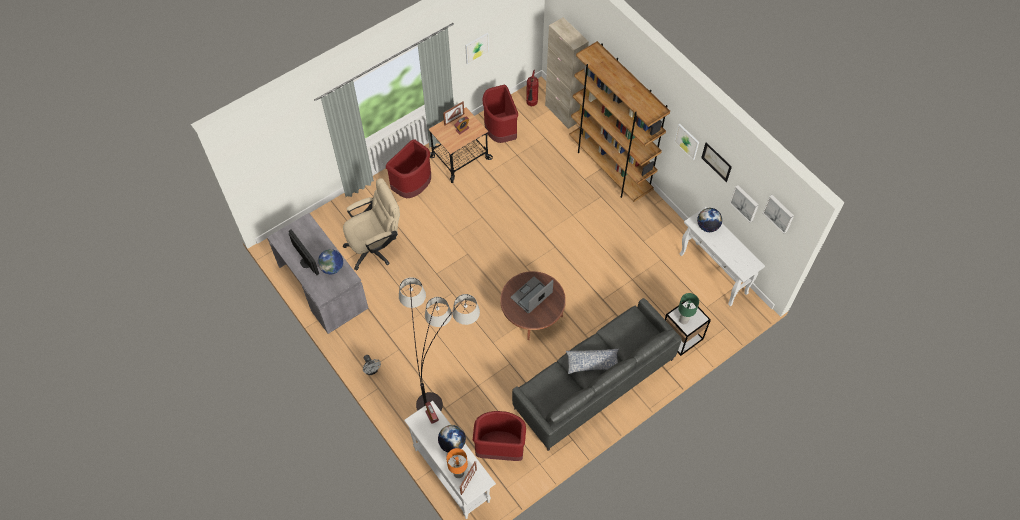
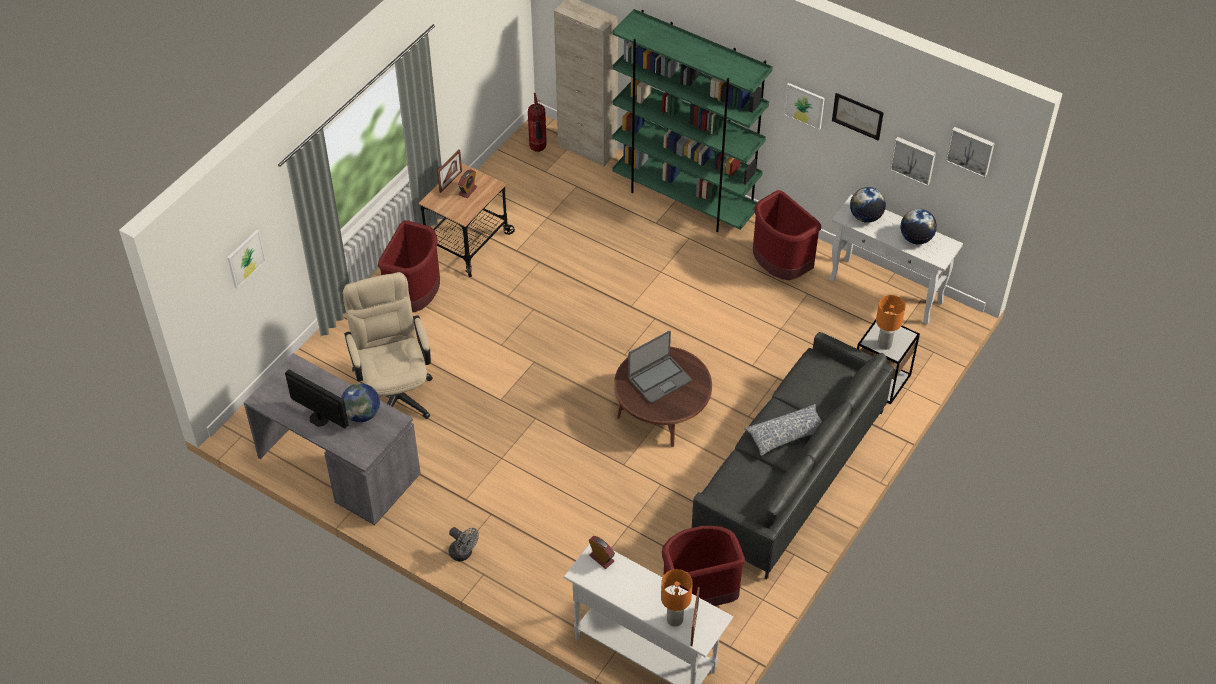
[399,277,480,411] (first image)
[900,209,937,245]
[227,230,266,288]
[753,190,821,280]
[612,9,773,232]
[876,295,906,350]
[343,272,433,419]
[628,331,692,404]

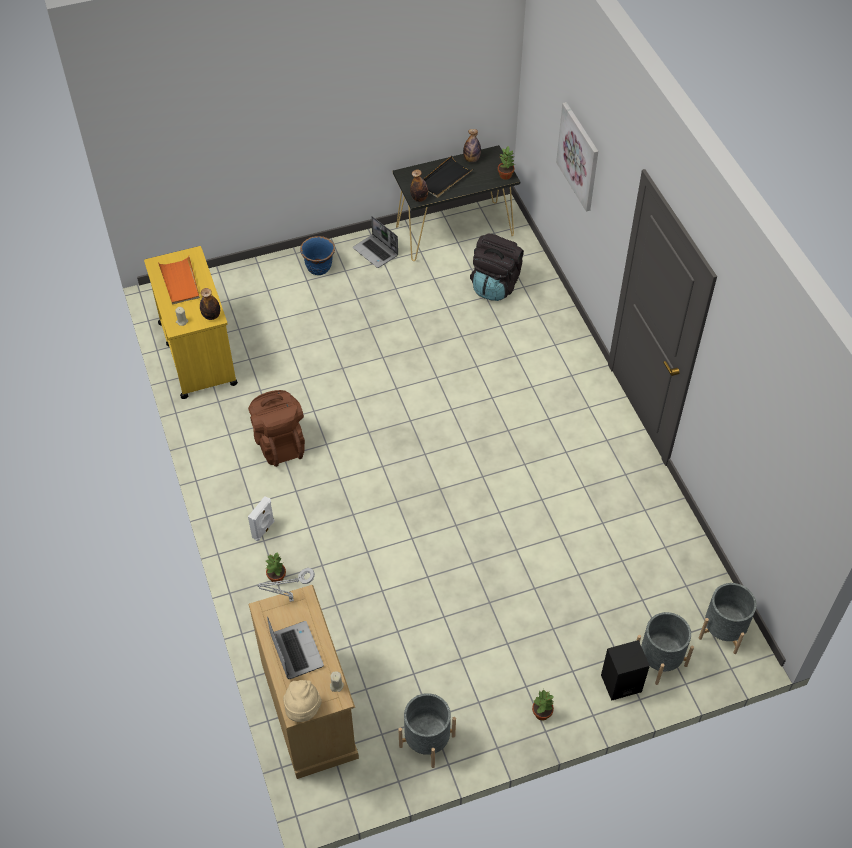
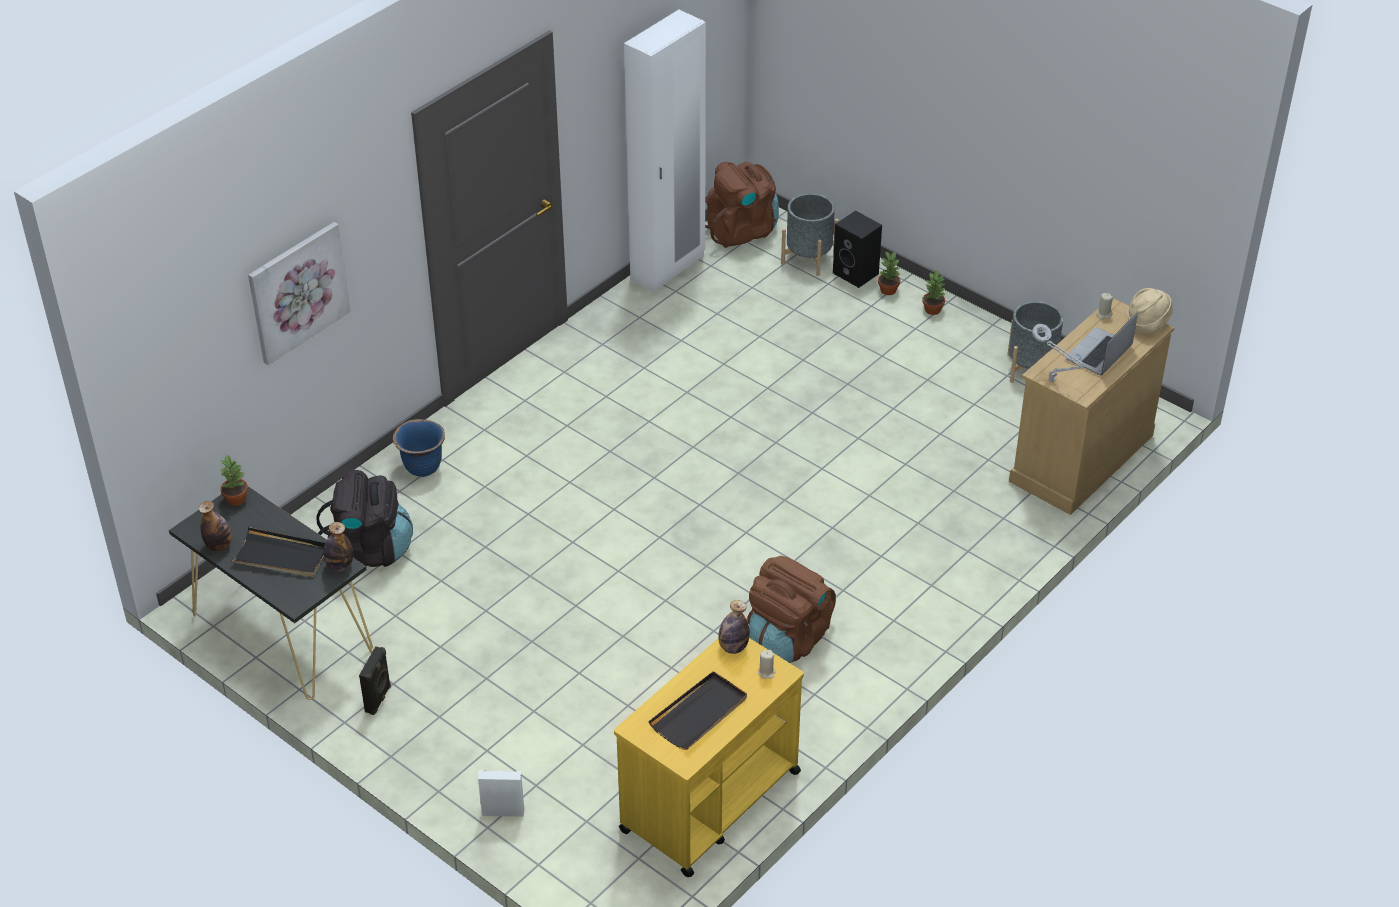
[624,10,706,292]
[478,770,525,817]
[878,251,901,295]
[393,419,445,477]
[359,646,391,715]
[705,162,779,248]
[648,671,747,750]

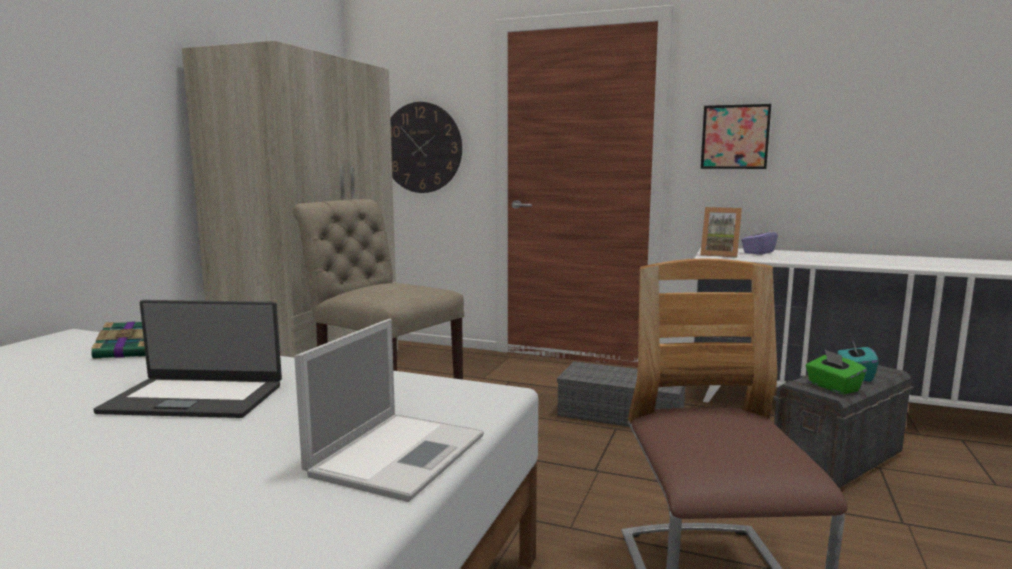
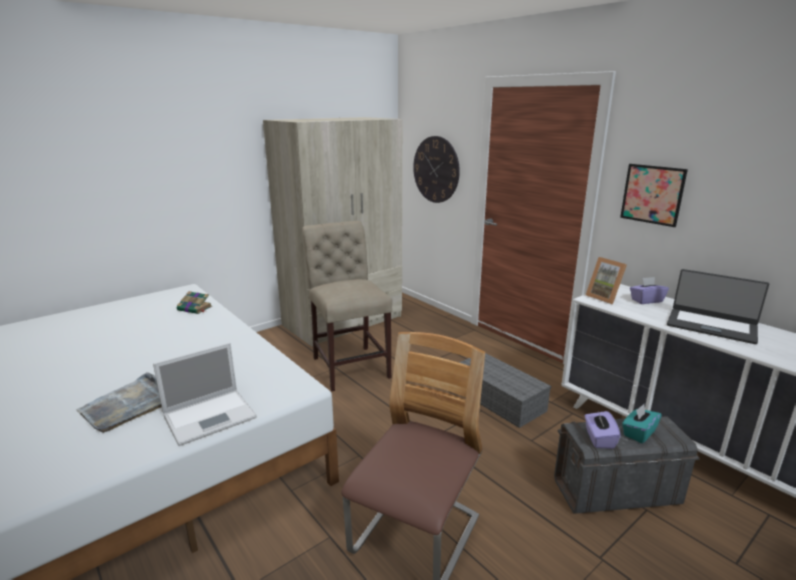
[76,372,162,433]
[667,269,769,344]
[585,411,621,449]

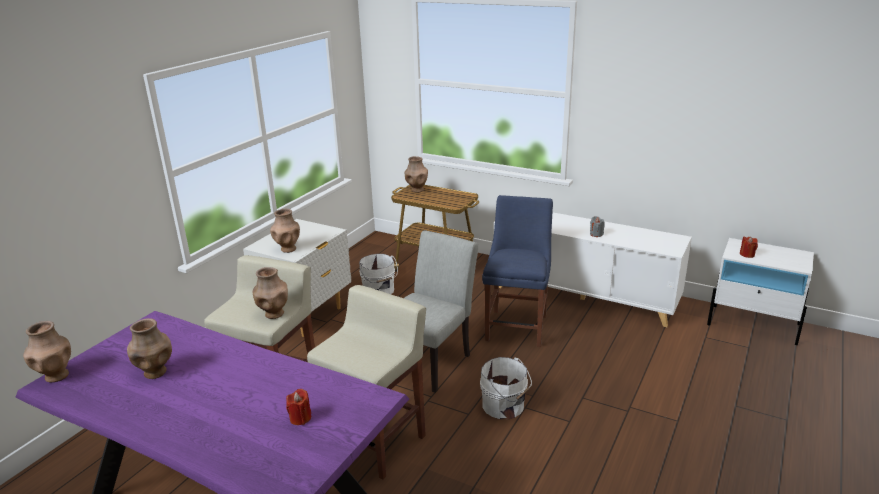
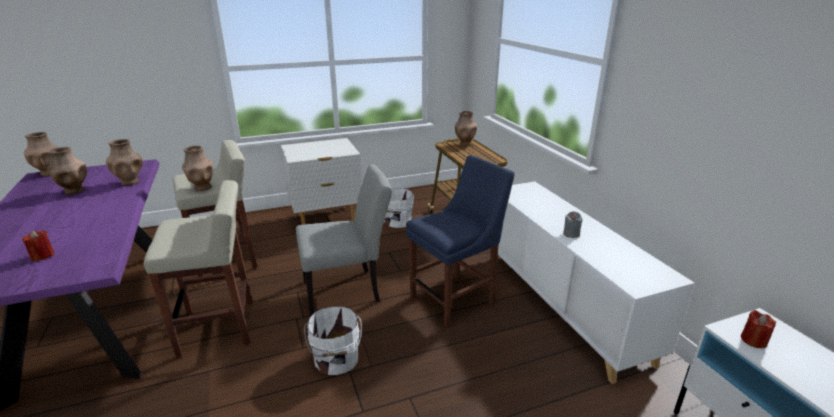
[106,139,143,186]

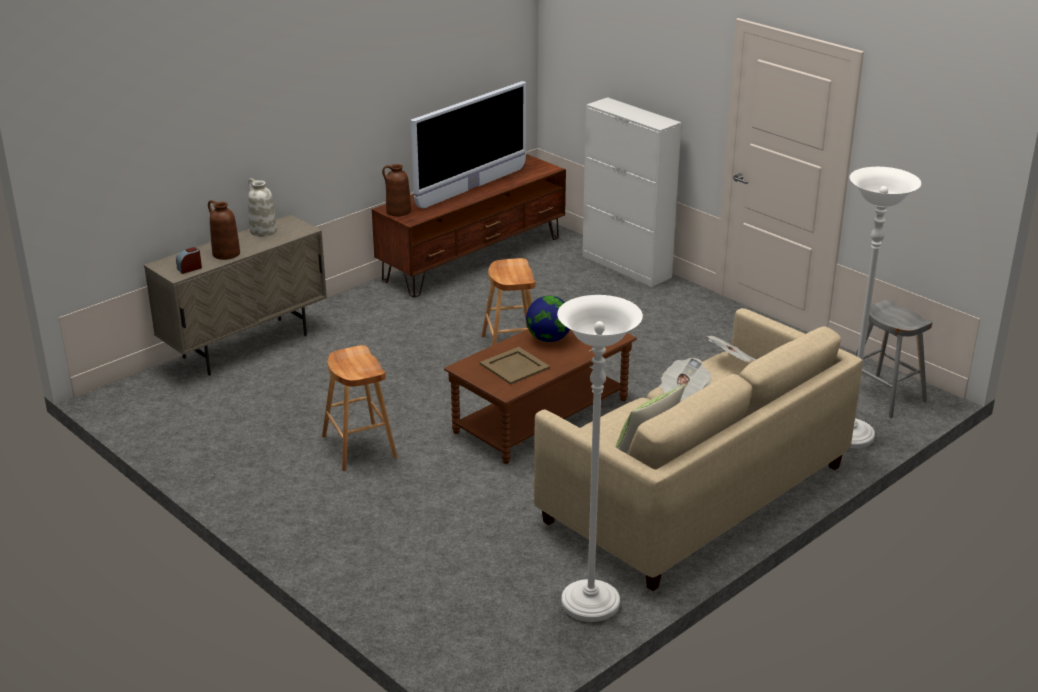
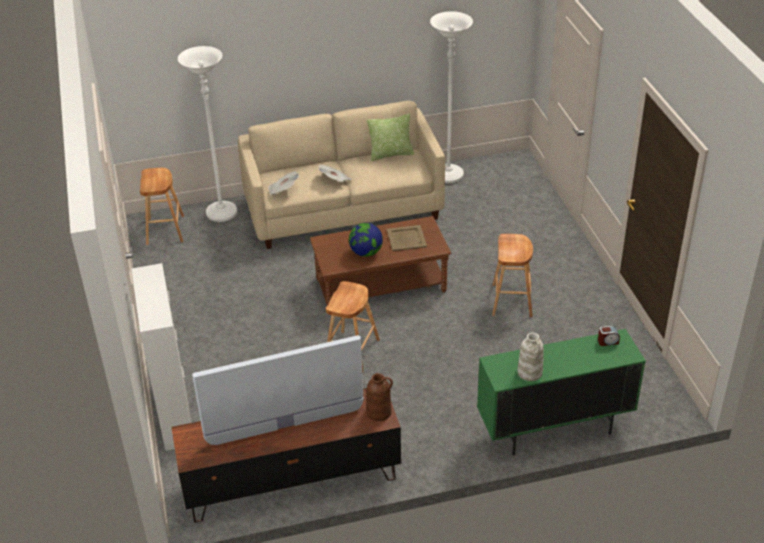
[208,200,240,260] (first image)
[477,329,646,456]
[140,168,184,245]

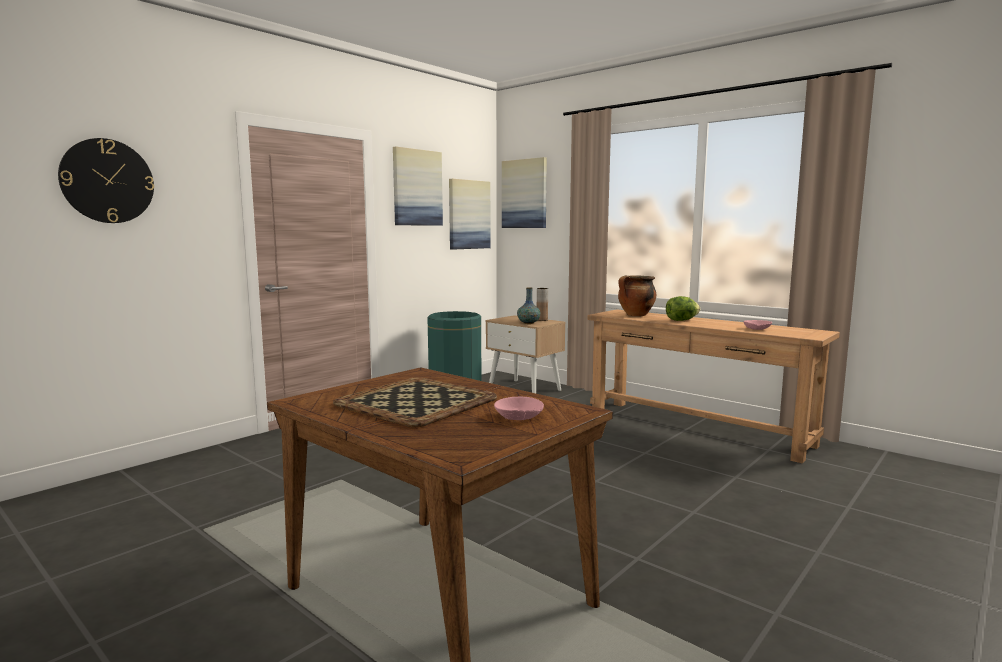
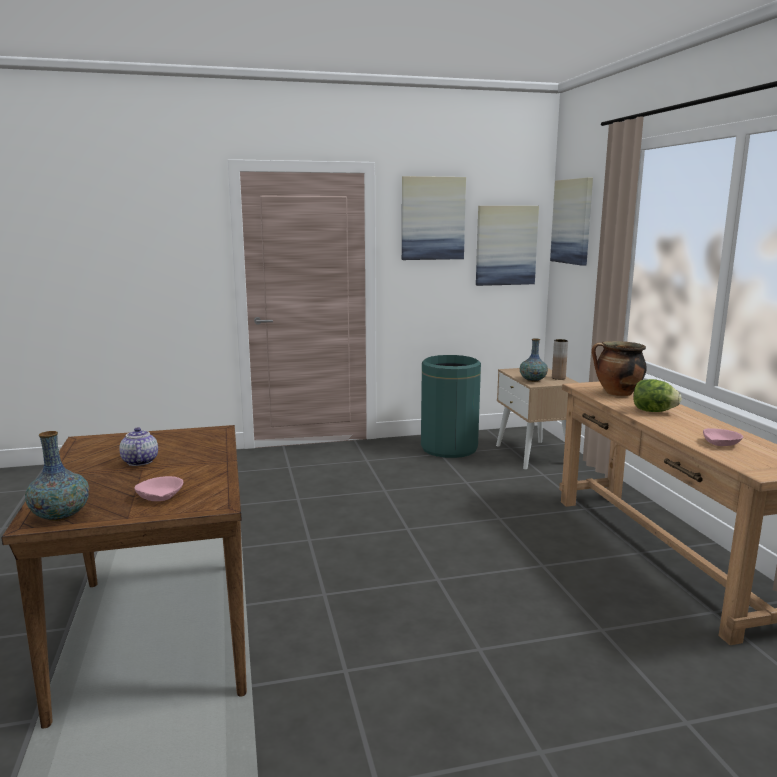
[58,138,154,223] (first image)
[25,431,89,521]
[119,427,158,466]

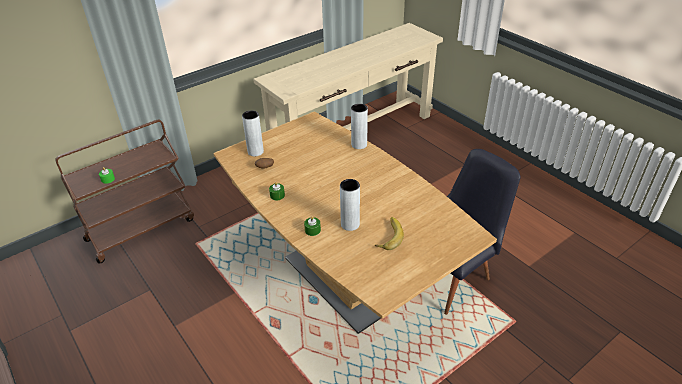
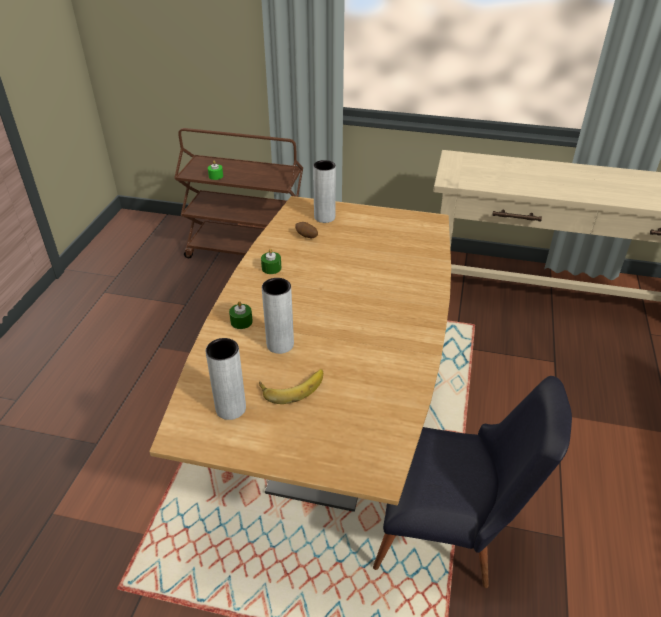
[206,338,246,420]

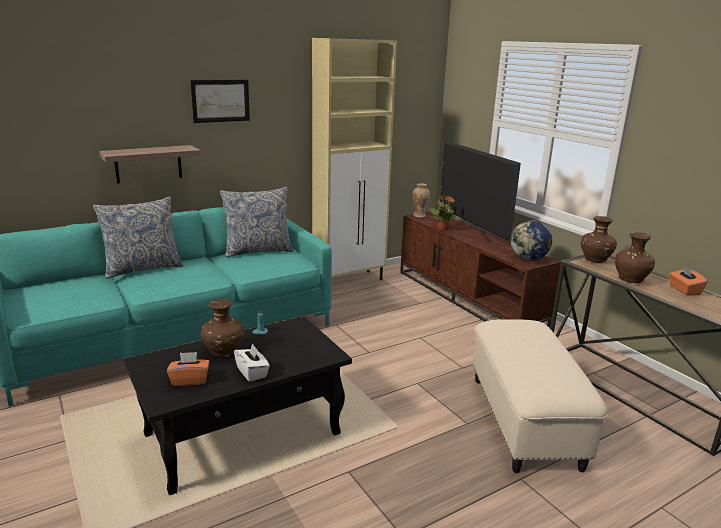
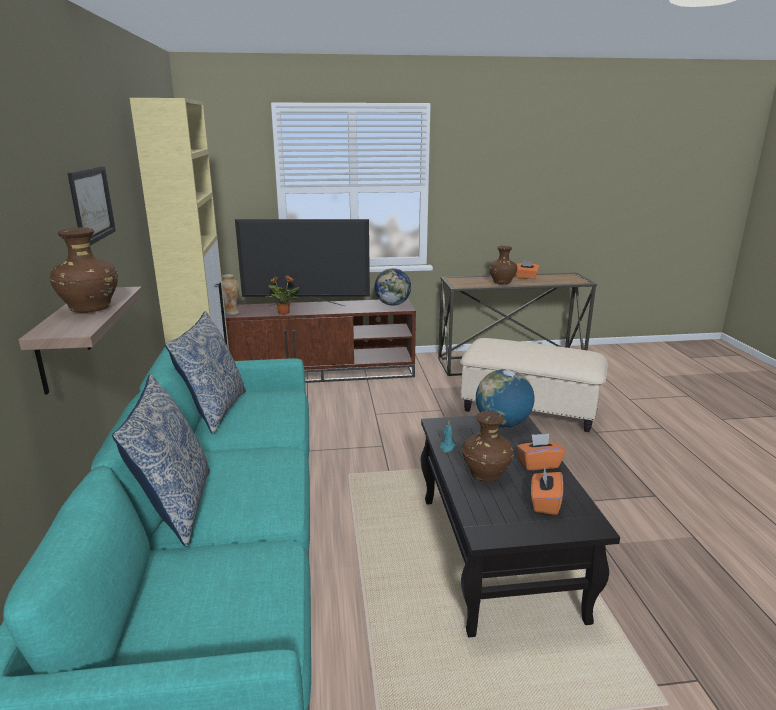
[476,369,535,427]
[50,228,118,313]
[517,434,565,470]

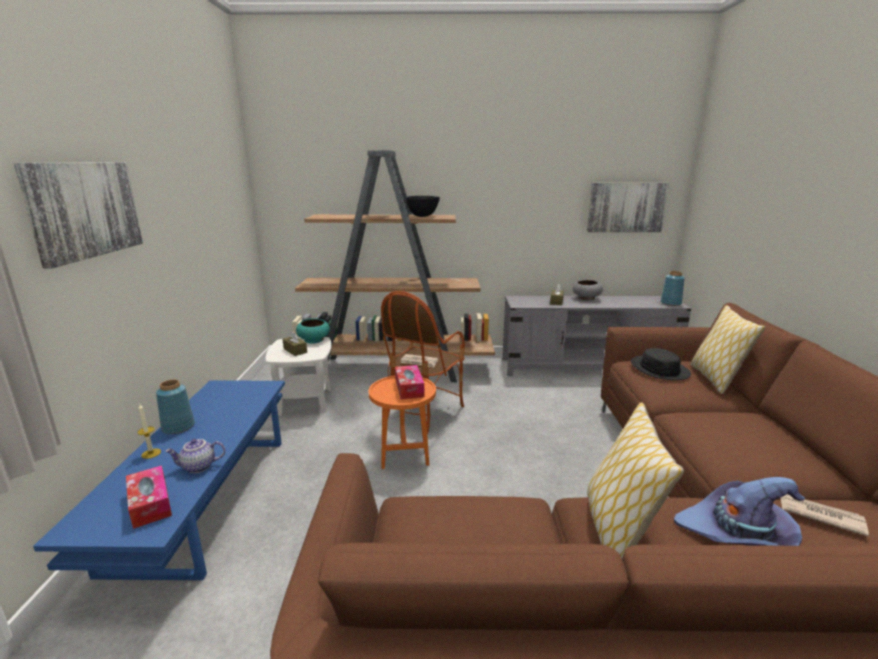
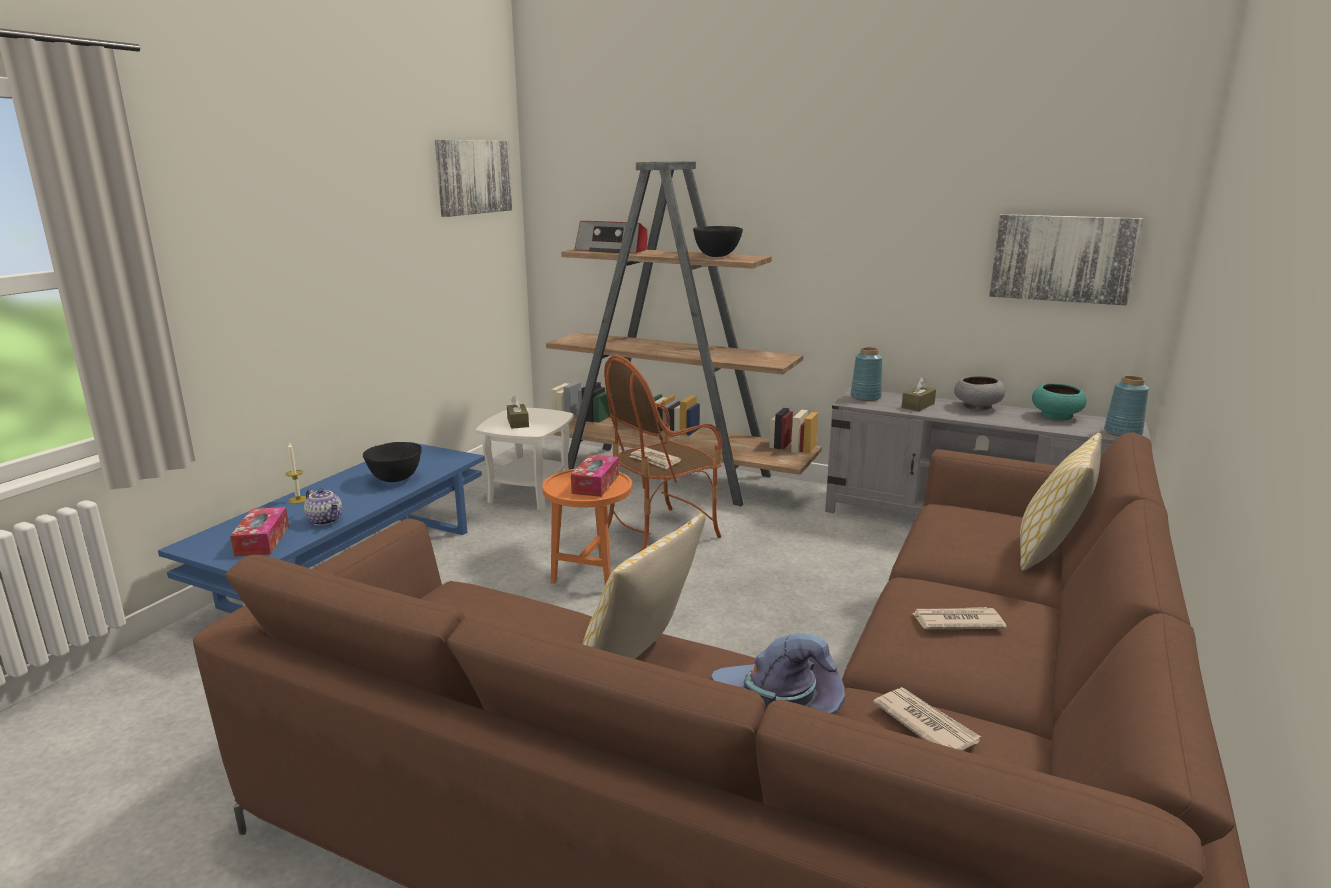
[631,348,691,380] (first image)
[363,442,422,482]
[575,221,647,253]
[912,607,1007,629]
[435,140,512,217]
[850,347,883,401]
[1032,383,1087,421]
[304,488,342,526]

